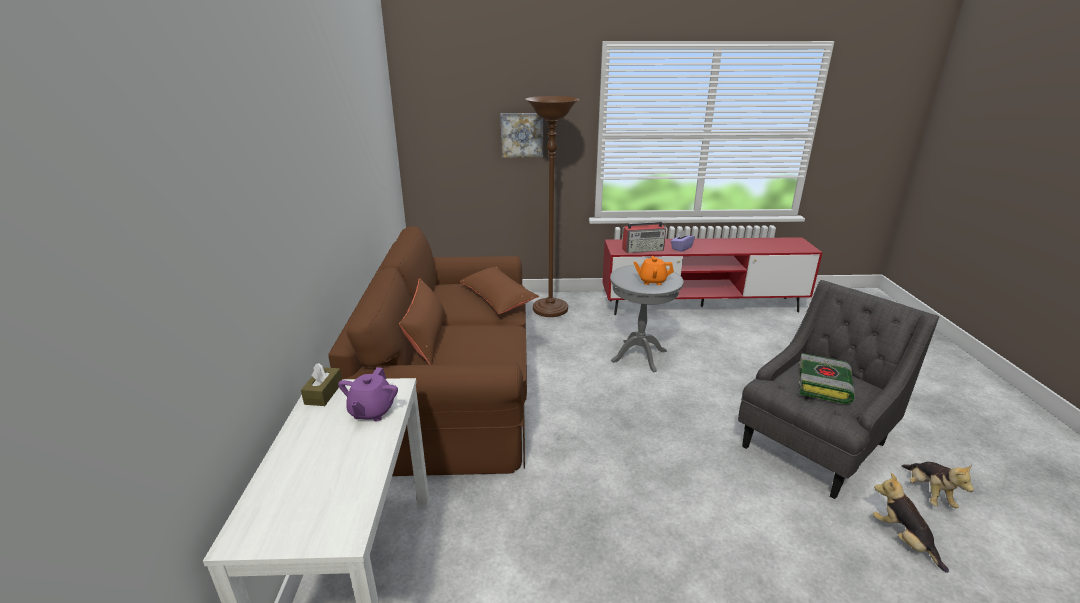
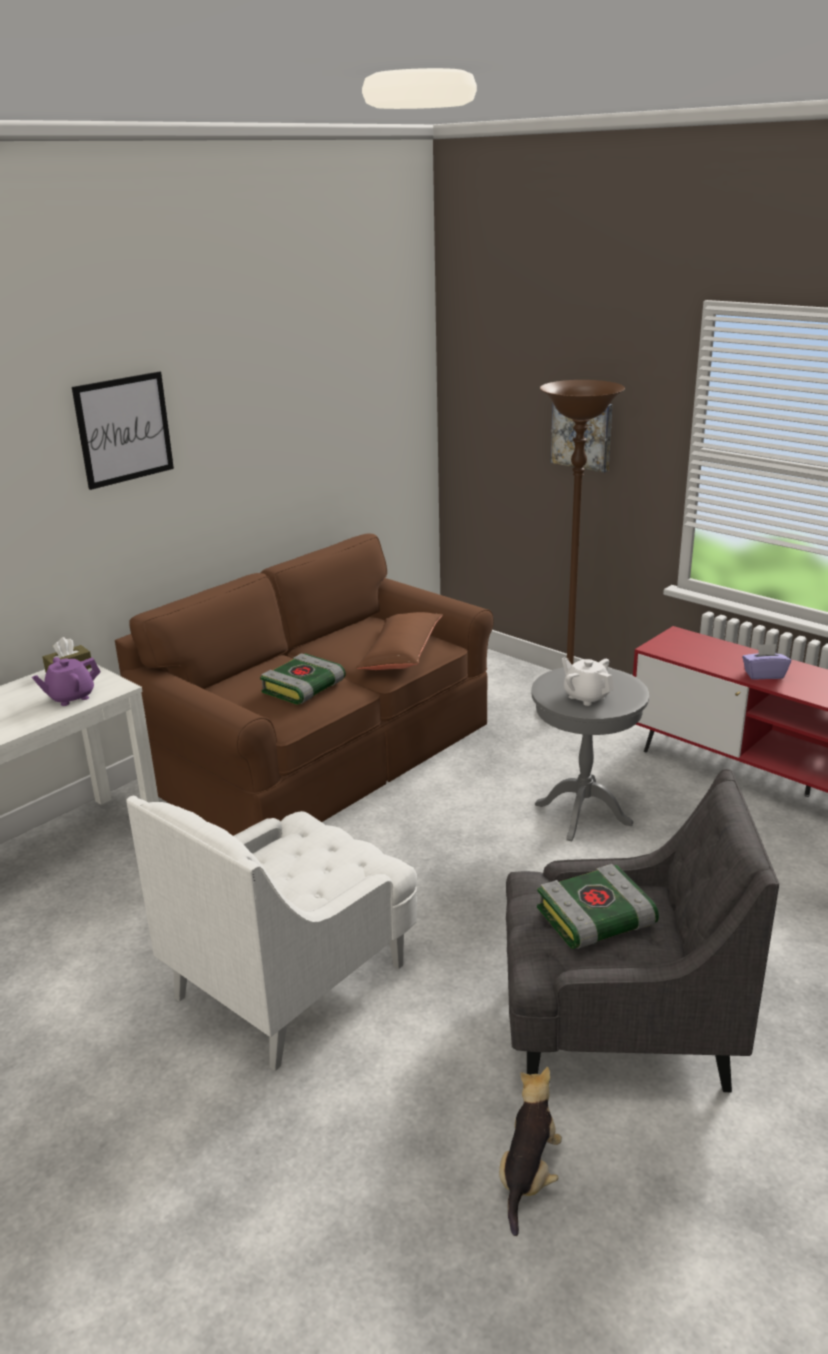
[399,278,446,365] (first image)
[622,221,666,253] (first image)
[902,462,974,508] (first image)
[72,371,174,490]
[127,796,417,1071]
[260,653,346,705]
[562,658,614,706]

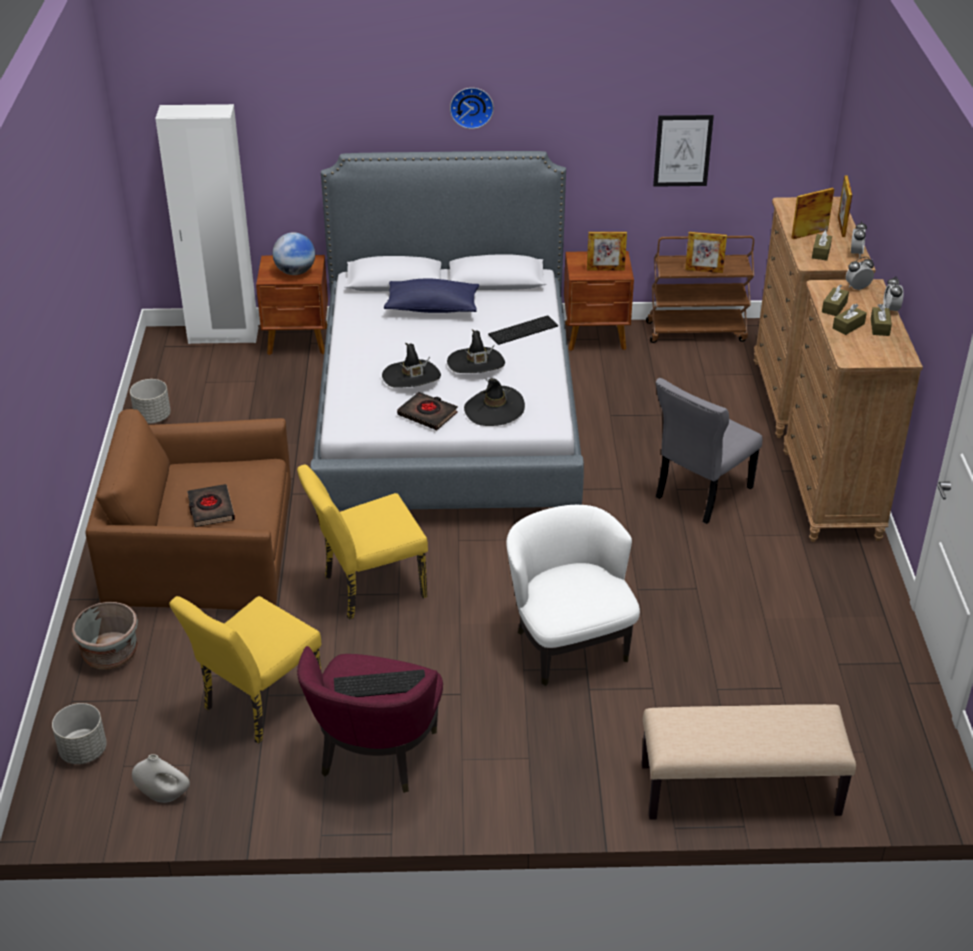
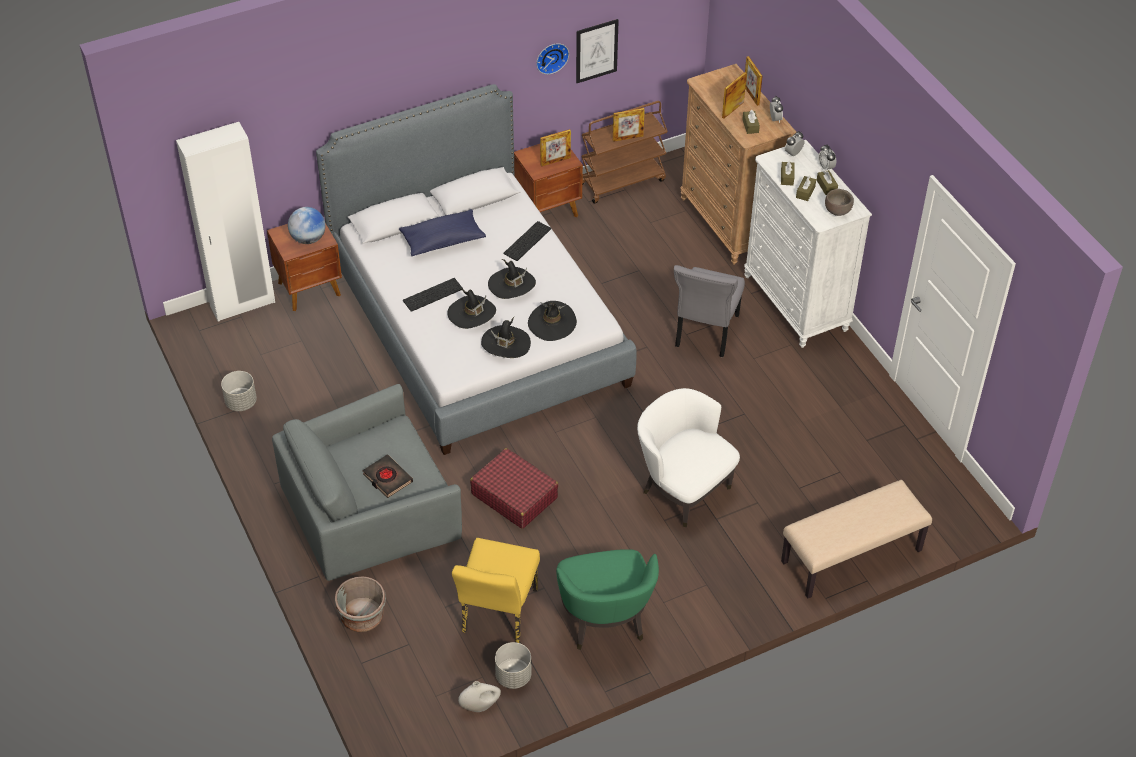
[825,189,854,216]
[495,642,532,689]
[403,278,463,312]
[536,43,569,74]
[470,448,559,529]
[481,317,531,358]
[272,384,462,581]
[556,549,659,650]
[744,140,872,348]

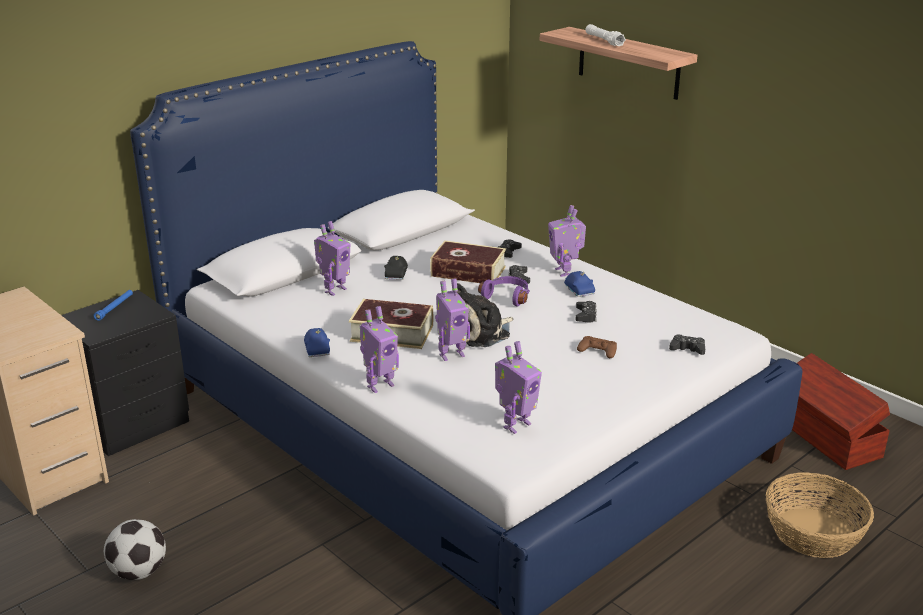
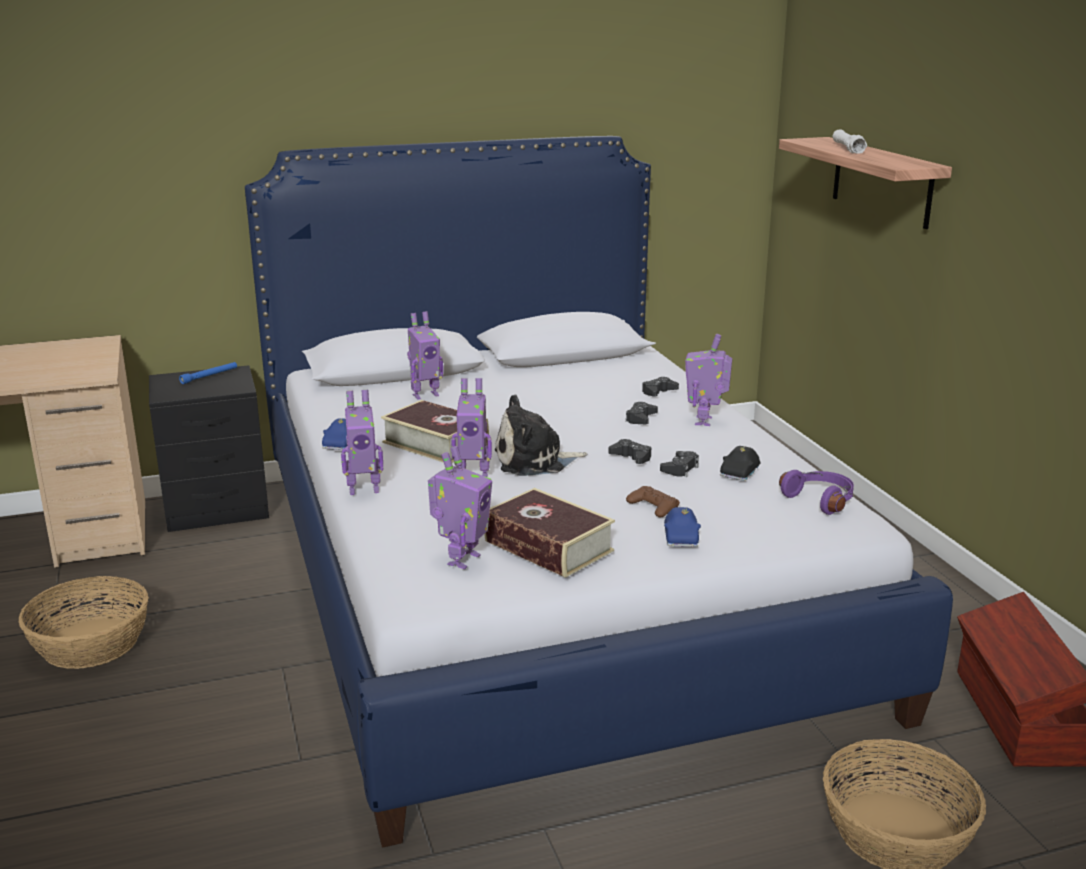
[720,446,760,481]
[484,488,615,578]
[779,470,854,515]
[664,507,701,547]
[608,439,651,464]
[19,576,149,669]
[428,446,492,569]

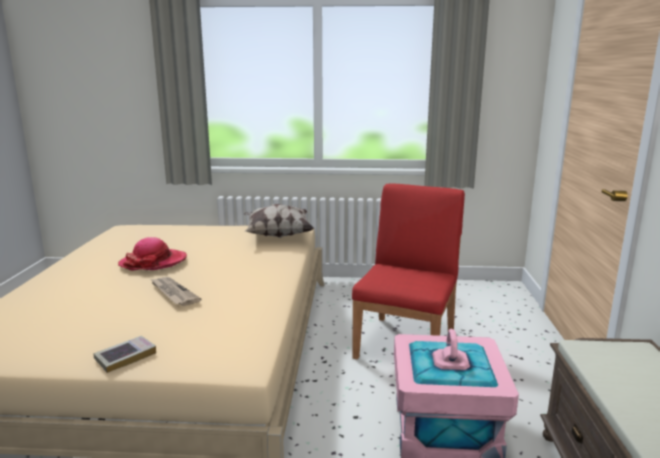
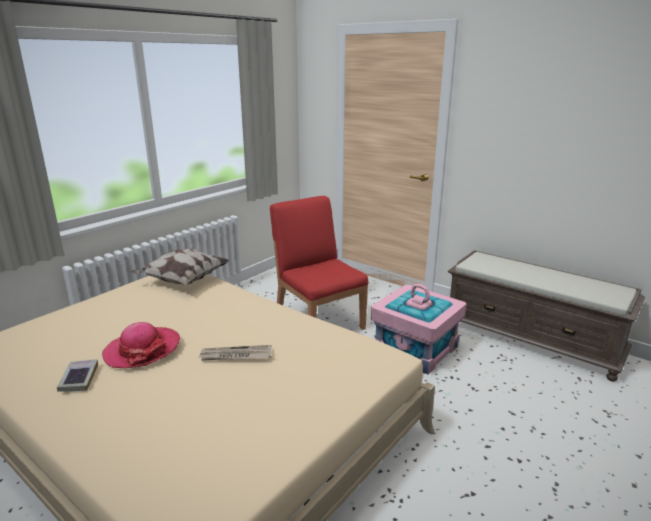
[57,359,98,392]

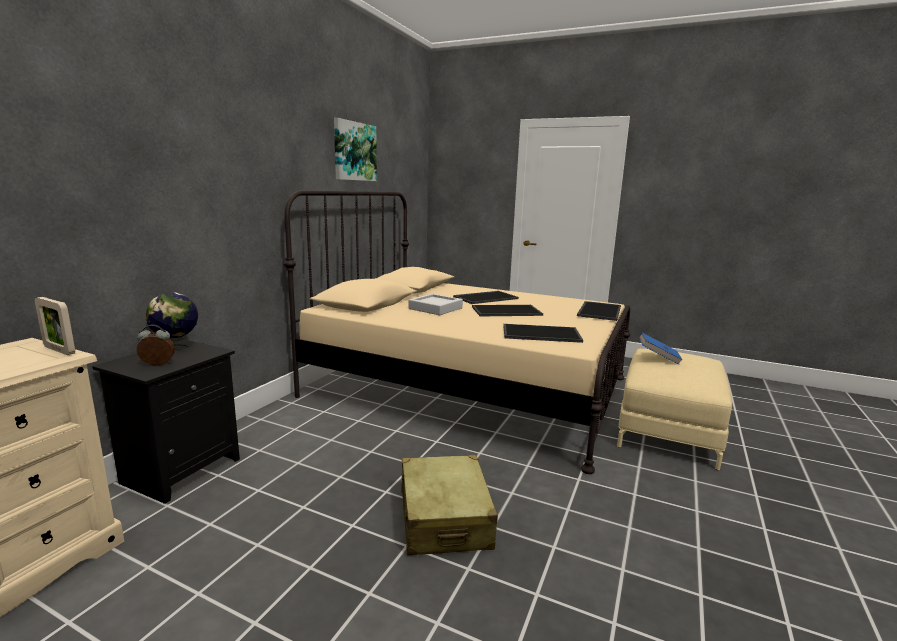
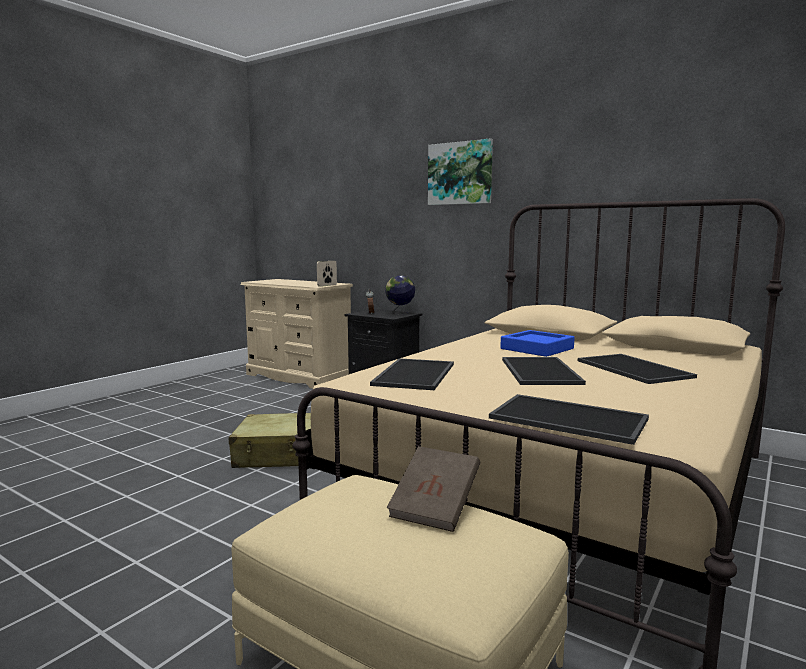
[428,139,493,205]
[500,330,575,357]
[387,446,480,532]

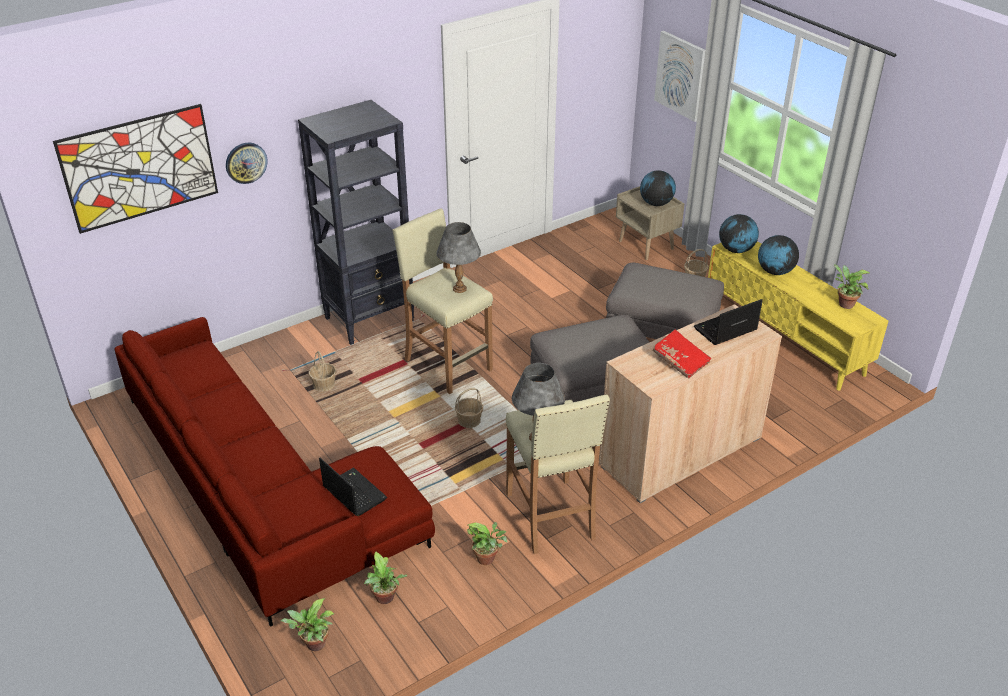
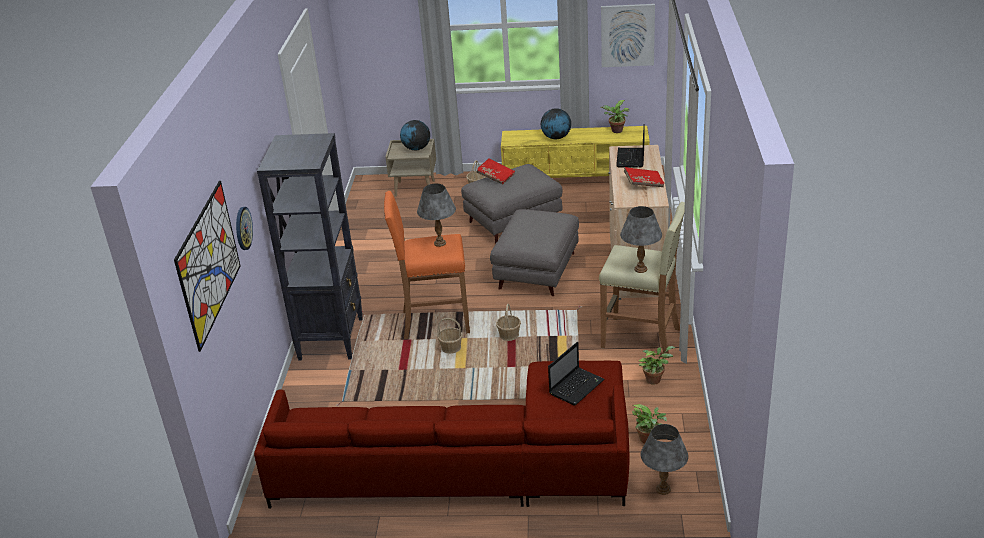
[719,214,759,253] (first image)
[477,158,515,185]
[437,318,462,354]
[601,4,655,67]
[641,424,688,495]
[384,191,470,339]
[548,342,604,406]

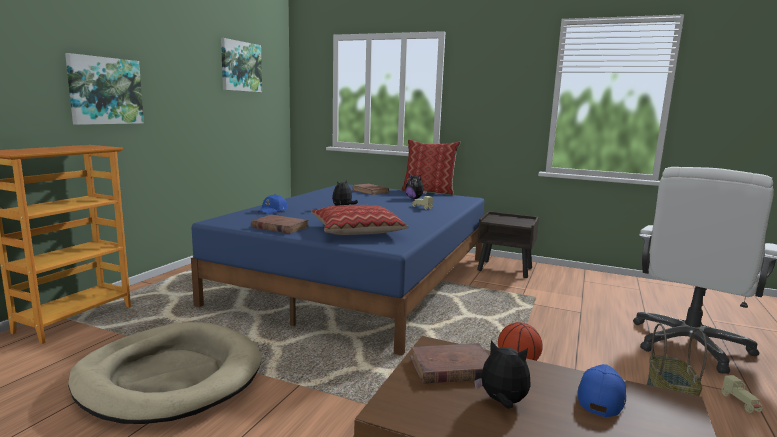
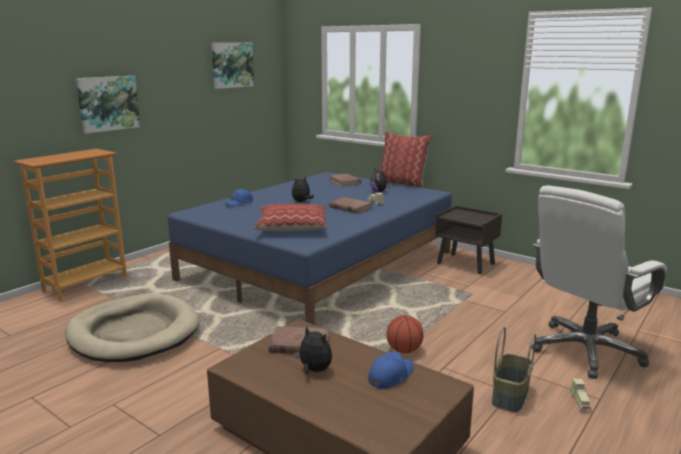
[329,197,372,214]

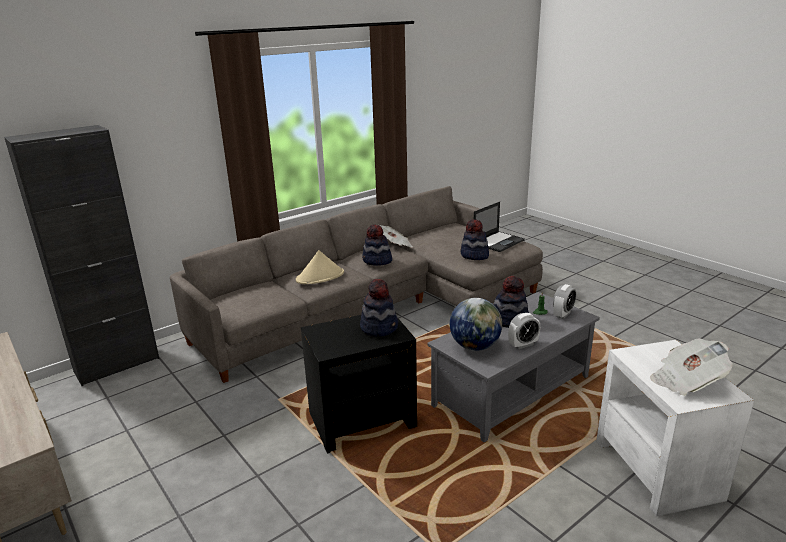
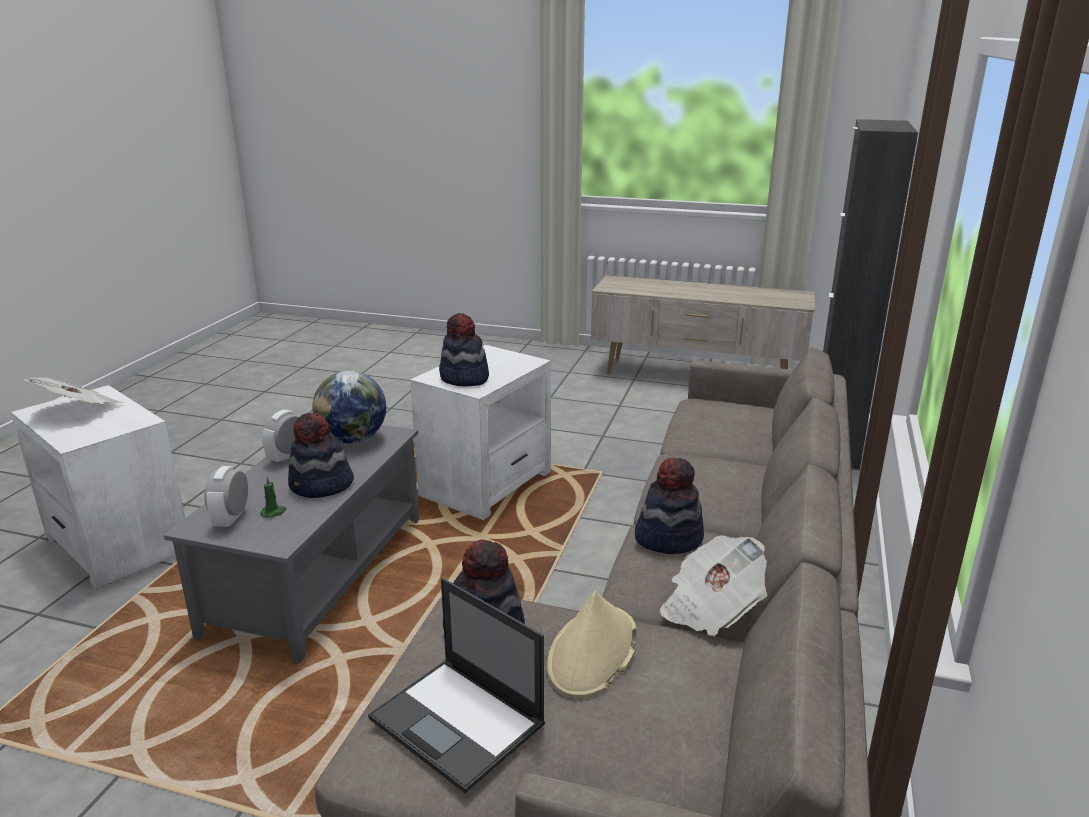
[547,591,637,699]
[410,345,551,520]
[368,578,545,793]

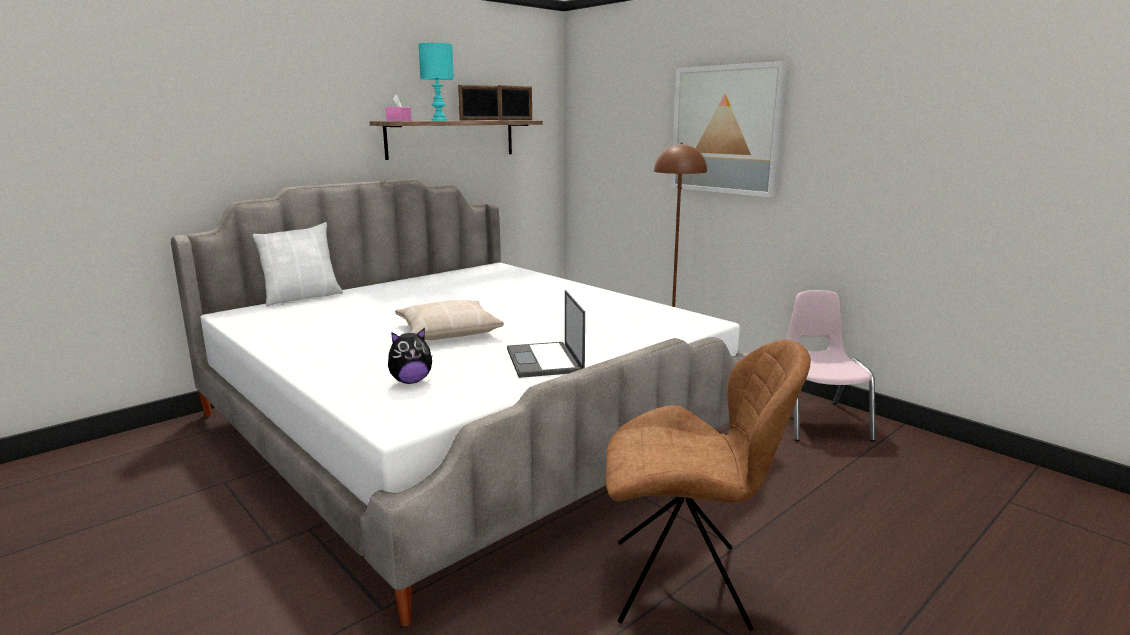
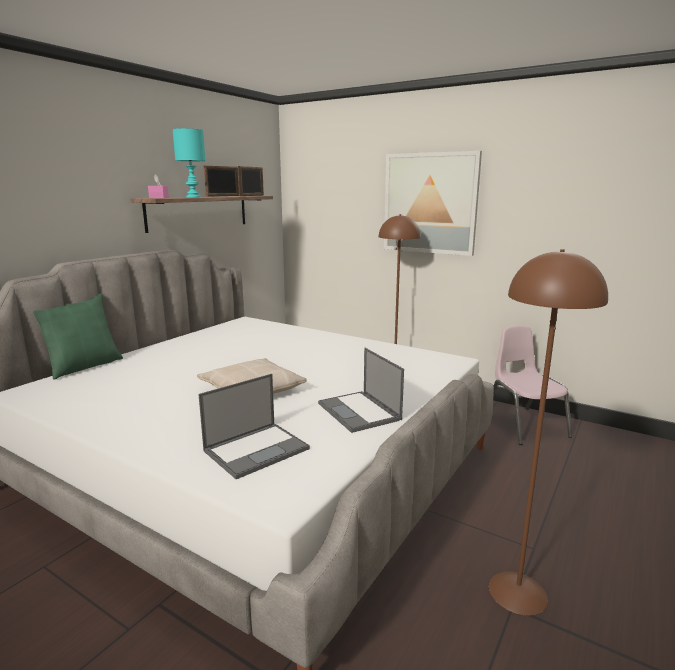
[198,374,310,479]
[489,249,608,615]
[33,294,123,380]

